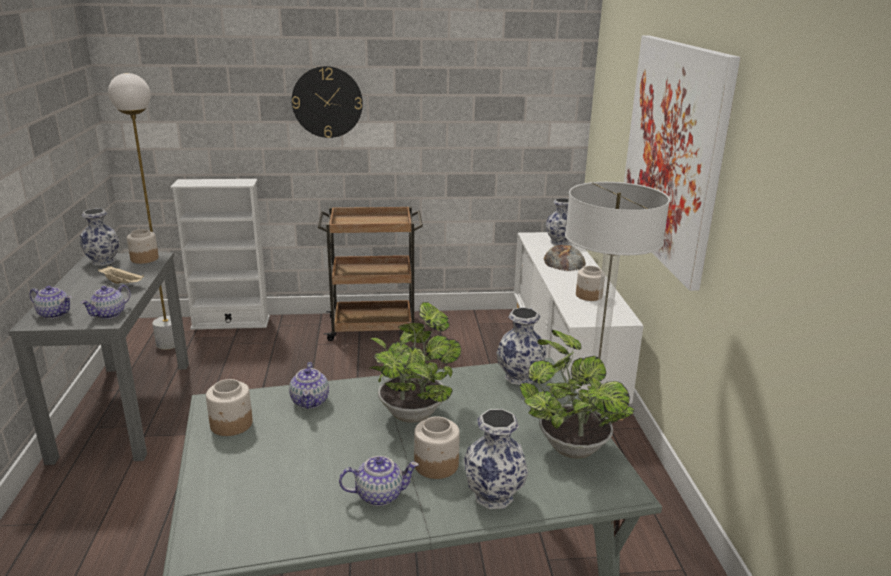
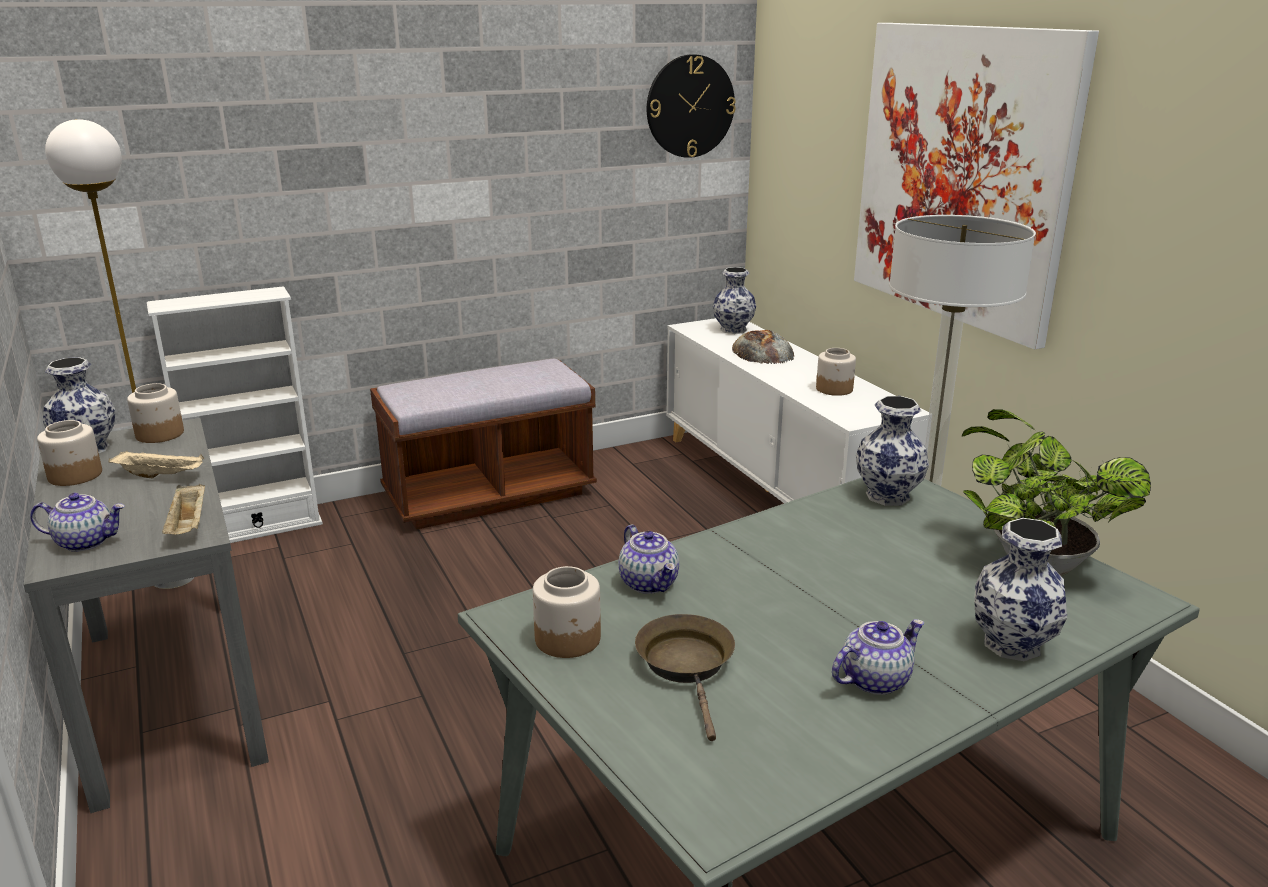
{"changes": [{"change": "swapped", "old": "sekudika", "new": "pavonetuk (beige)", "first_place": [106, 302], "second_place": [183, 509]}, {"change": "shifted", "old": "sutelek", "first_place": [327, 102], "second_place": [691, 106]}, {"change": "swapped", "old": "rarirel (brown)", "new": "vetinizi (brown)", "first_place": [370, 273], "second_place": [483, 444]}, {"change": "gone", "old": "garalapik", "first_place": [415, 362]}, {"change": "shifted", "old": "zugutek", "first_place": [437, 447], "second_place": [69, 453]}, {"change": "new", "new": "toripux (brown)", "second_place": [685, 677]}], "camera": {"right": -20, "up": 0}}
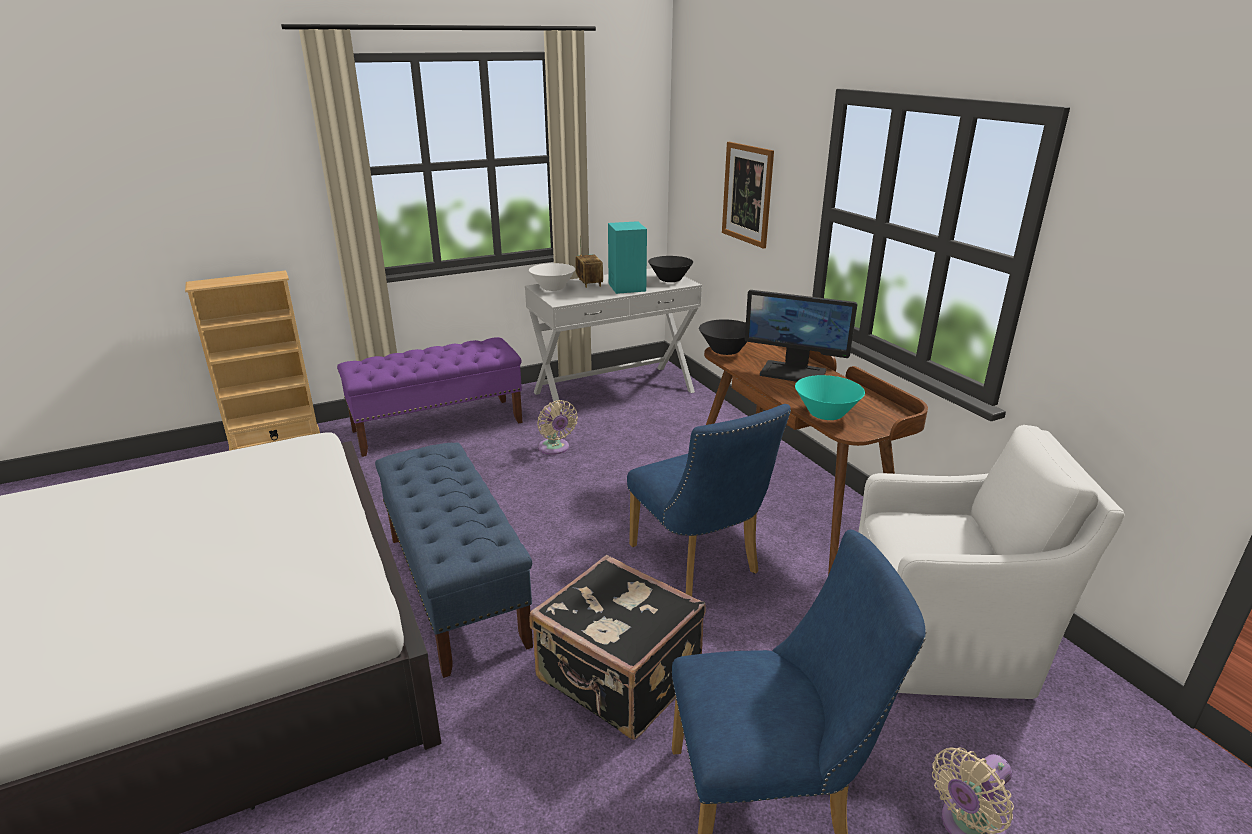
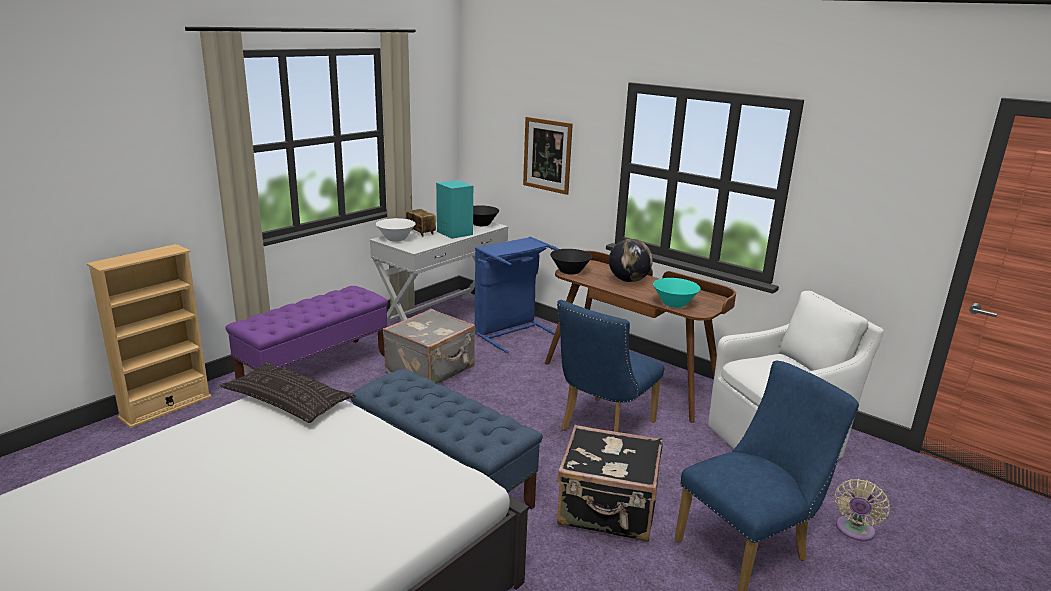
{"changes": [{"change": "swapped", "old": "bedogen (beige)", "new": "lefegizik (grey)", "first_place": [557, 427], "second_place": [429, 346]}, {"change": "rotated", "old": "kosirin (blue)", "first_place": [709, 500], "second_place": [610, 366], "degrees": 90}, {"change": "swapped", "old": "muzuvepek", "new": "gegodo", "first_place": [801, 336], "second_place": [631, 260]}, {"change": "new", "new": "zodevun", "second_place": [287, 392]}, {"change": "new", "new": "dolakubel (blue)", "second_place": [518, 295]}], "camera": {"right": -25, "up": -5}}
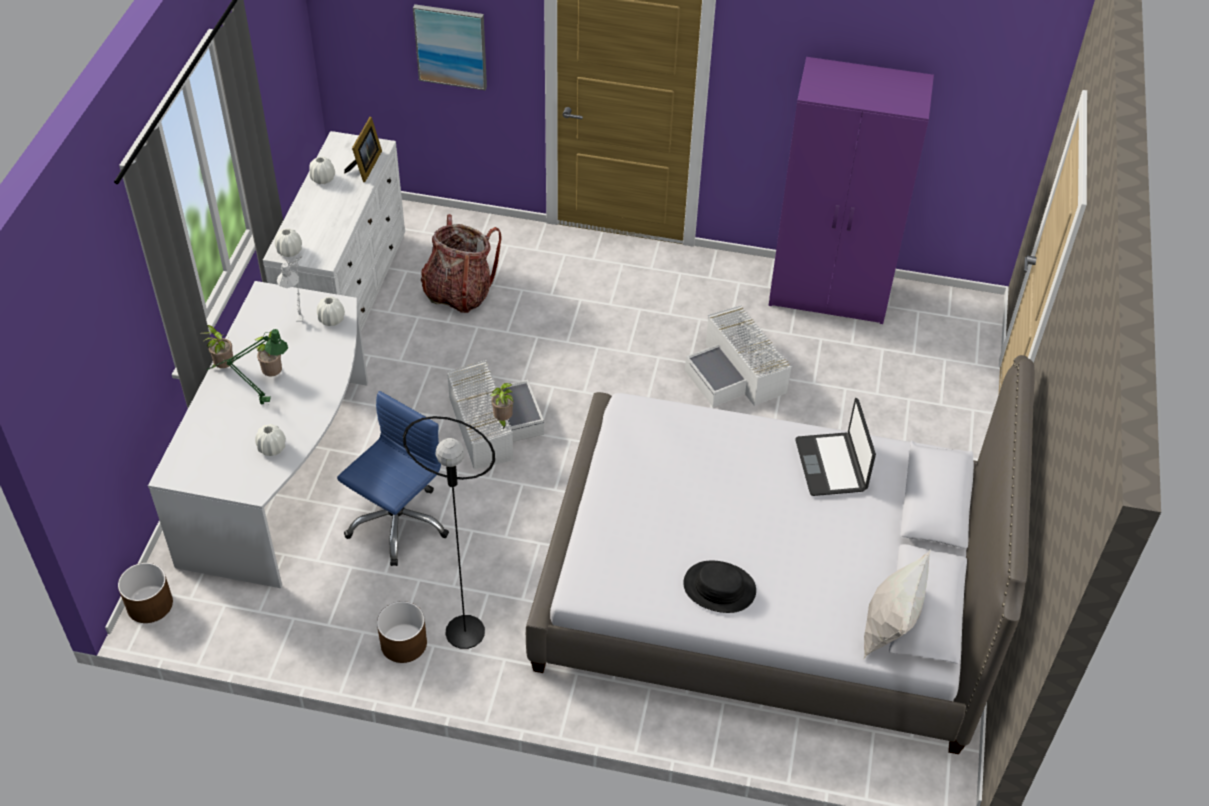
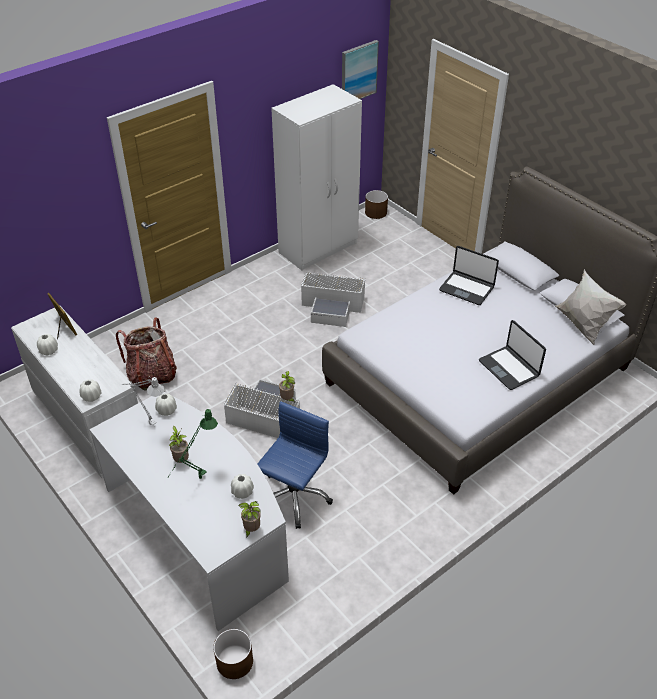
{"changes": [{"change": "shifted", "old": "garalapik", "first_place": [217, 346], "second_place": [249, 519]}, {"change": "rotated", "old": "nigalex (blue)", "first_place": [393, 478], "second_place": [295, 465], "degrees": 45}, {"change": "shifted", "old": "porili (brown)", "first_place": [402, 632], "second_place": [376, 204]}, {"change": "gone", "old": "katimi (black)", "first_place": [449, 532]}, {"change": "shifted", "old": "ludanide", "first_place": [450, 47], "second_place": [360, 69]}, {"change": "swapped", "old": "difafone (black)", "new": "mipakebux", "first_place": [719, 587], "second_place": [512, 355]}, {"change": "repainted", "old": "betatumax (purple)", "new": "betatumax (white)", "first_place": [851, 190], "second_place": [316, 177]}], "camera": {"right": -50, "up": -5}}
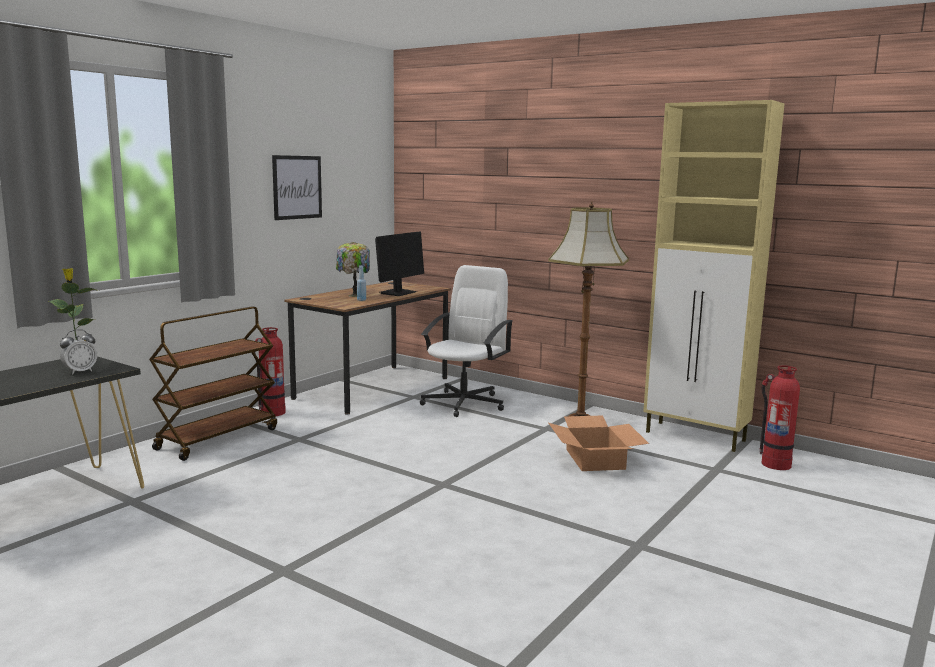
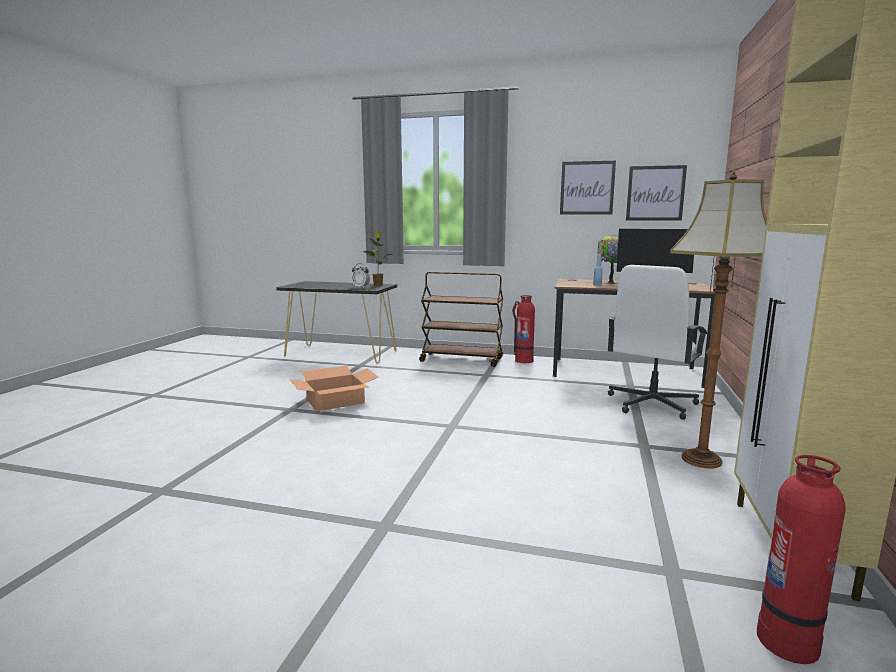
{"changes": [{"change": "rotated", "old": "nigalex (white)", "first_place": [466, 341], "second_place": [658, 342], "degrees": 120}, {"change": "shifted", "old": "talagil", "first_place": [599, 443], "second_place": [333, 388]}, {"change": "new", "new": "ludanide", "second_place": [656, 193]}], "camera": {"right": 70, "up": 0}}
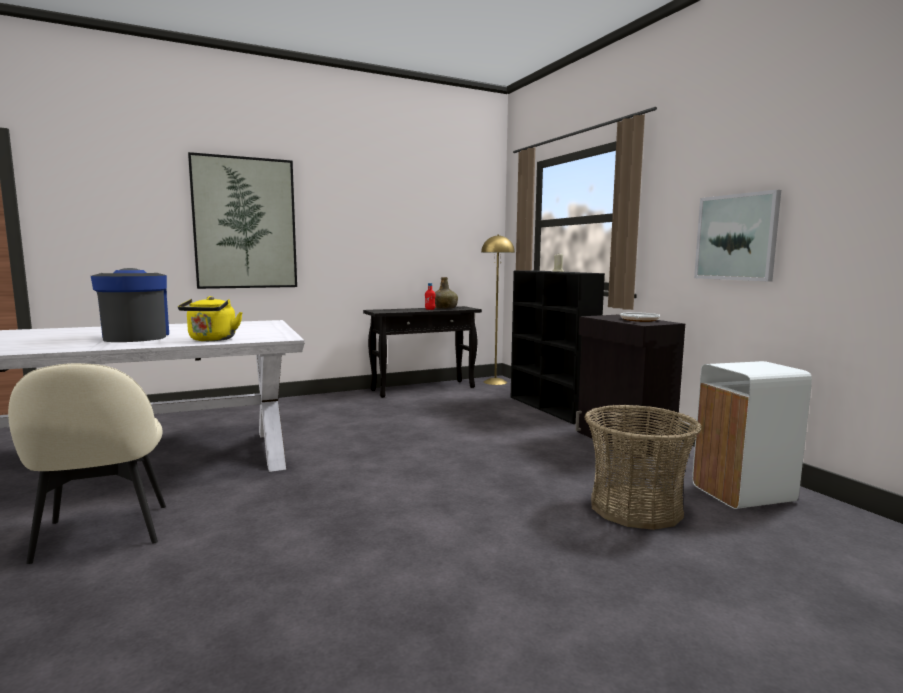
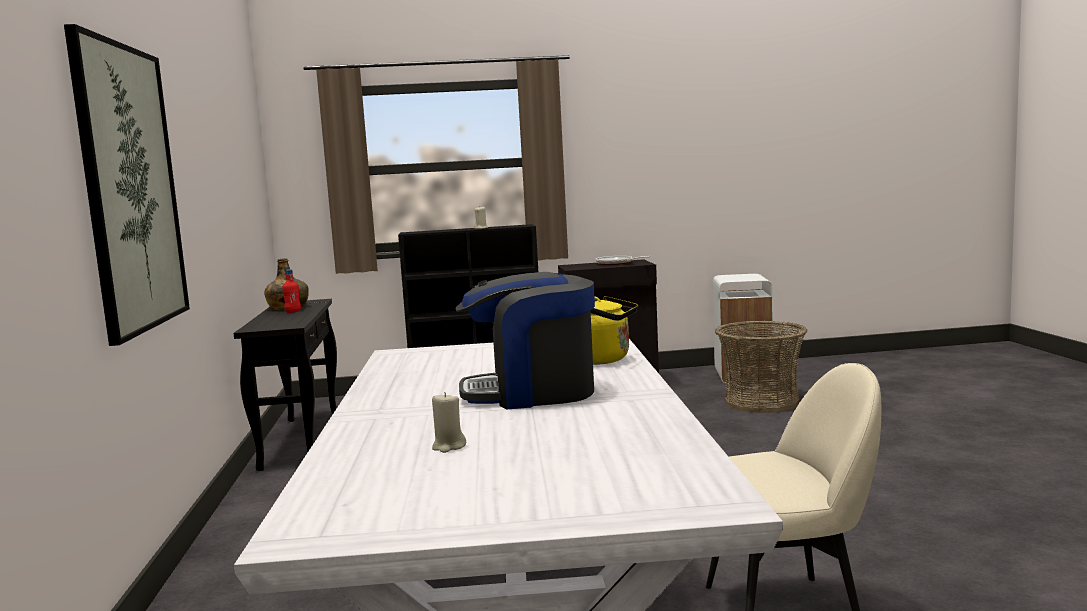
{"changes": [{"change": "gone", "old": "katimi (yellow)", "first_place": [498, 310]}, {"change": "gone", "old": "ludanide", "first_place": [737, 235]}, {"change": "new", "new": "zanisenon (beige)", "second_place": [449, 422]}], "camera": {"right": -70, "up": 0}}
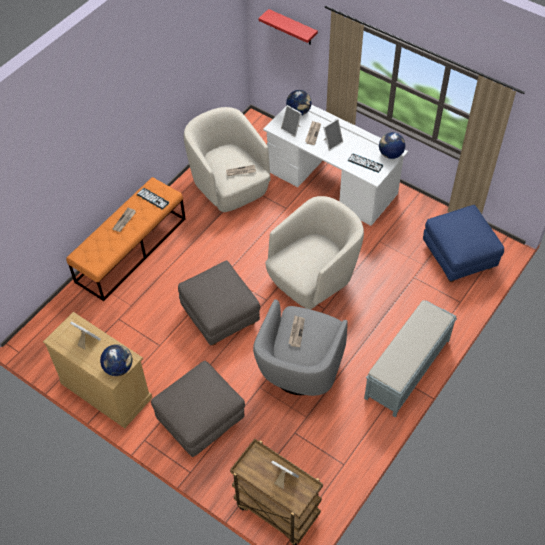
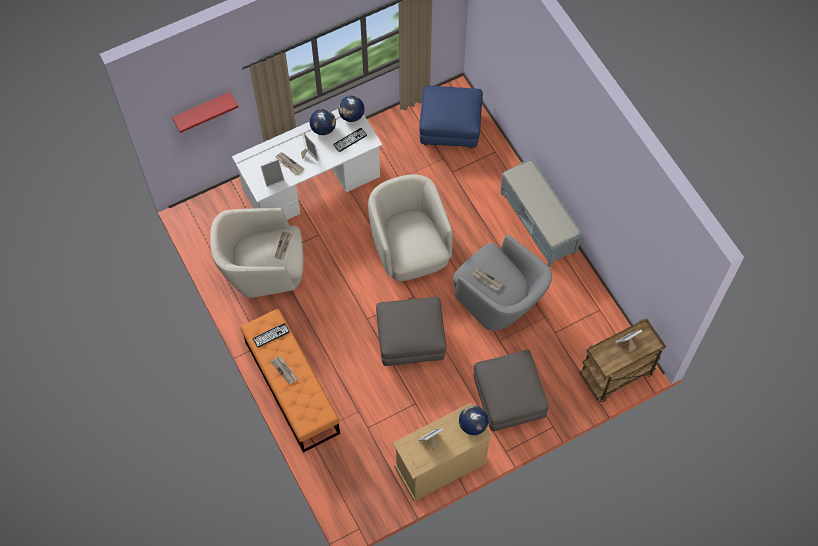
{"changes": [{"change": "shifted", "old": "gegodo", "first_place": [299, 102], "second_place": [323, 122]}], "camera": {"right": -65, "up": 10}}
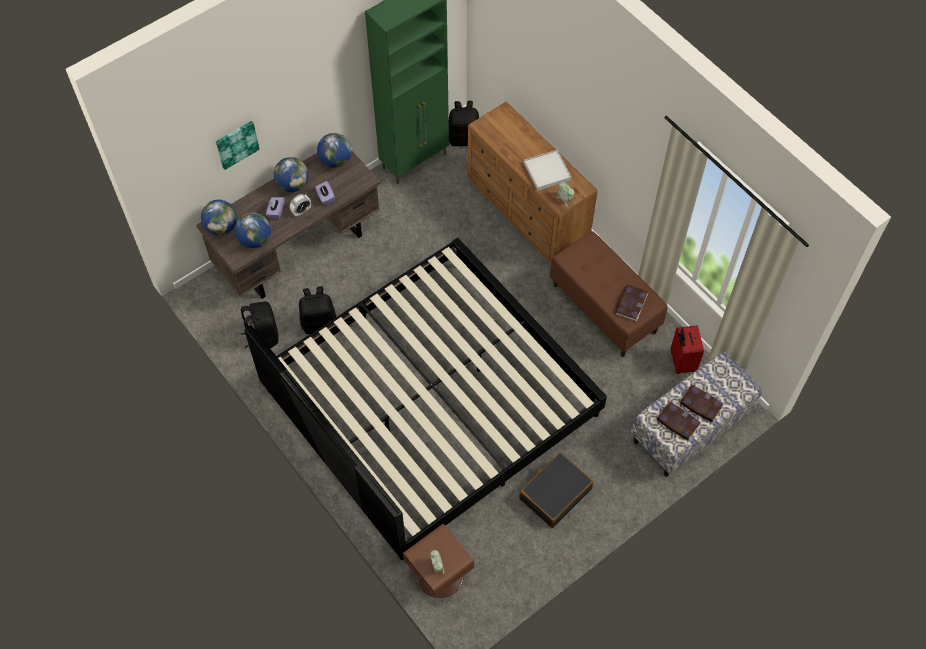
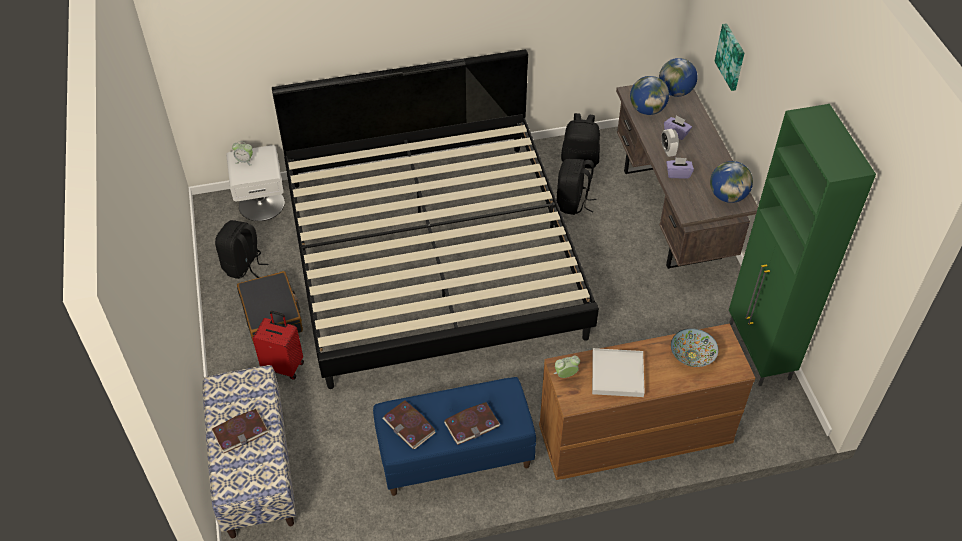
{"changes": [{"change": "gone", "old": "gegodo", "first_place": [291, 174]}, {"change": "repainted", "old": "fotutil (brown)", "new": "fotutil (white)", "first_place": [438, 561], "second_place": [255, 183]}, {"change": "shifted", "old": "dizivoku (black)", "first_place": [464, 123], "second_place": [241, 249]}, {"change": "repainted", "old": "vetinizi (brown)", "new": "vetinizi (blue)", "first_place": [608, 294], "second_place": [454, 436]}, {"change": "shifted", "old": "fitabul", "first_place": [678, 421], "second_place": [472, 423]}, {"change": "shifted", "old": "lefegizik (red)", "first_place": [687, 349], "second_place": [278, 345]}, {"change": "new", "new": "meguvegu", "second_place": [694, 347]}], "camera": {"right": 115, "up": -10}}
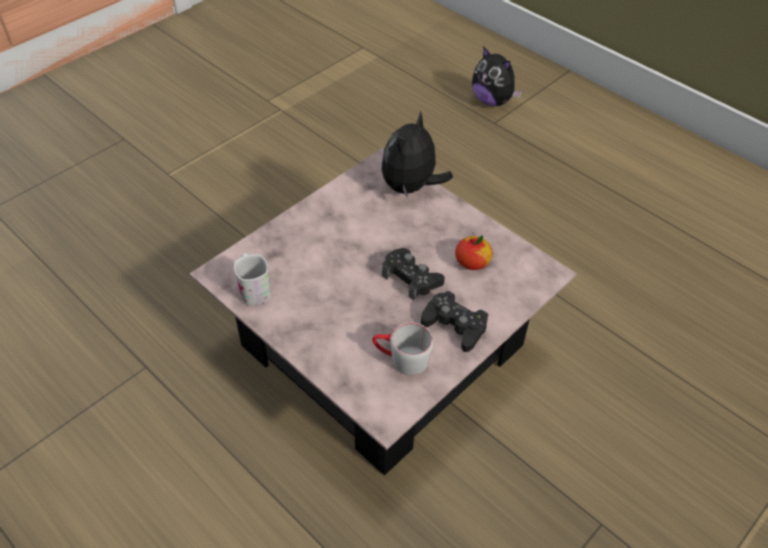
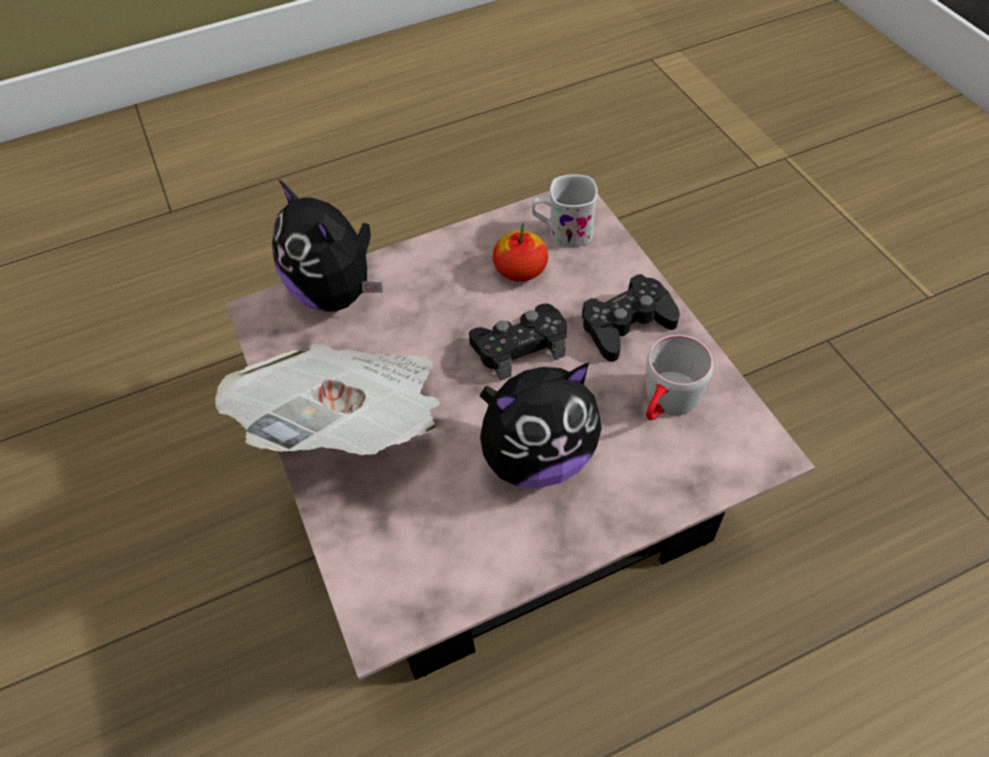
{"changes": [{"change": "shifted", "old": "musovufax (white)", "first_place": [252, 279], "second_place": [565, 210]}, {"change": "shifted", "old": "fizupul", "first_place": [497, 76], "second_place": [541, 425]}, {"change": "new", "new": "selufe", "second_place": [327, 399]}], "camera": {"right": -65, "up": 5}}
